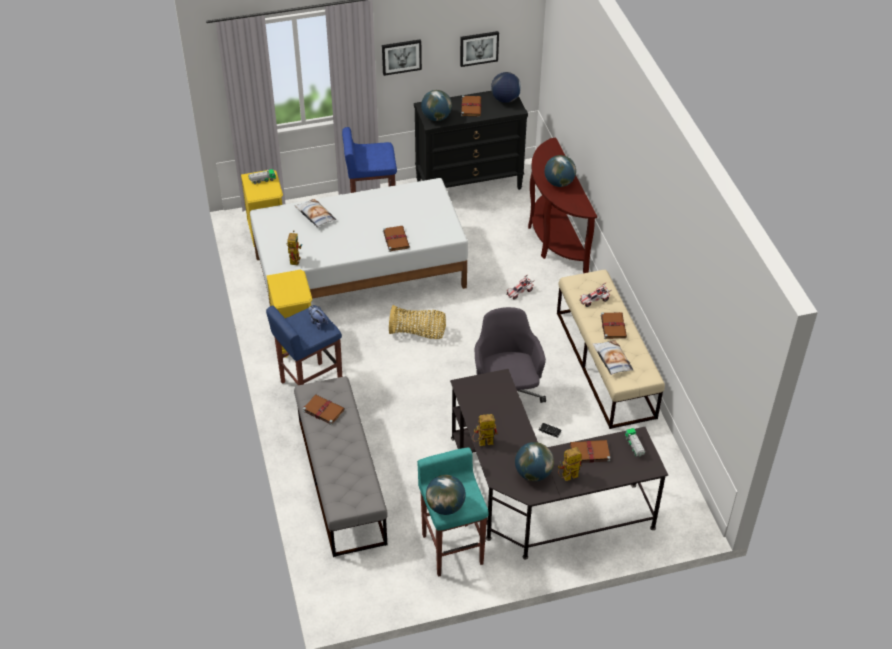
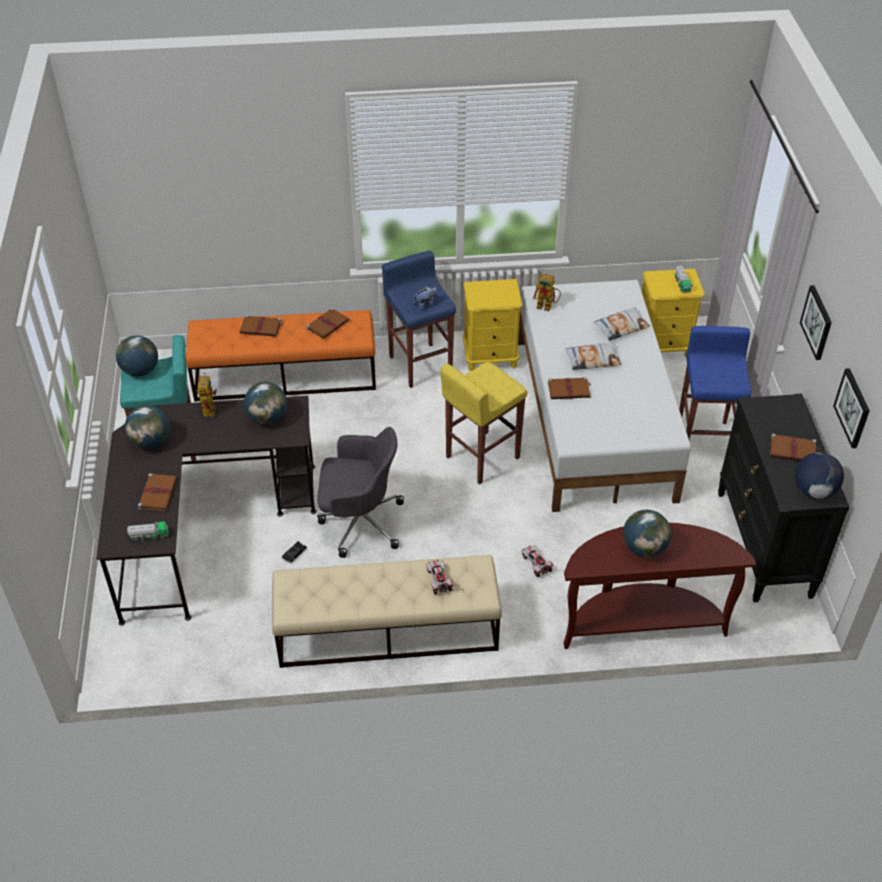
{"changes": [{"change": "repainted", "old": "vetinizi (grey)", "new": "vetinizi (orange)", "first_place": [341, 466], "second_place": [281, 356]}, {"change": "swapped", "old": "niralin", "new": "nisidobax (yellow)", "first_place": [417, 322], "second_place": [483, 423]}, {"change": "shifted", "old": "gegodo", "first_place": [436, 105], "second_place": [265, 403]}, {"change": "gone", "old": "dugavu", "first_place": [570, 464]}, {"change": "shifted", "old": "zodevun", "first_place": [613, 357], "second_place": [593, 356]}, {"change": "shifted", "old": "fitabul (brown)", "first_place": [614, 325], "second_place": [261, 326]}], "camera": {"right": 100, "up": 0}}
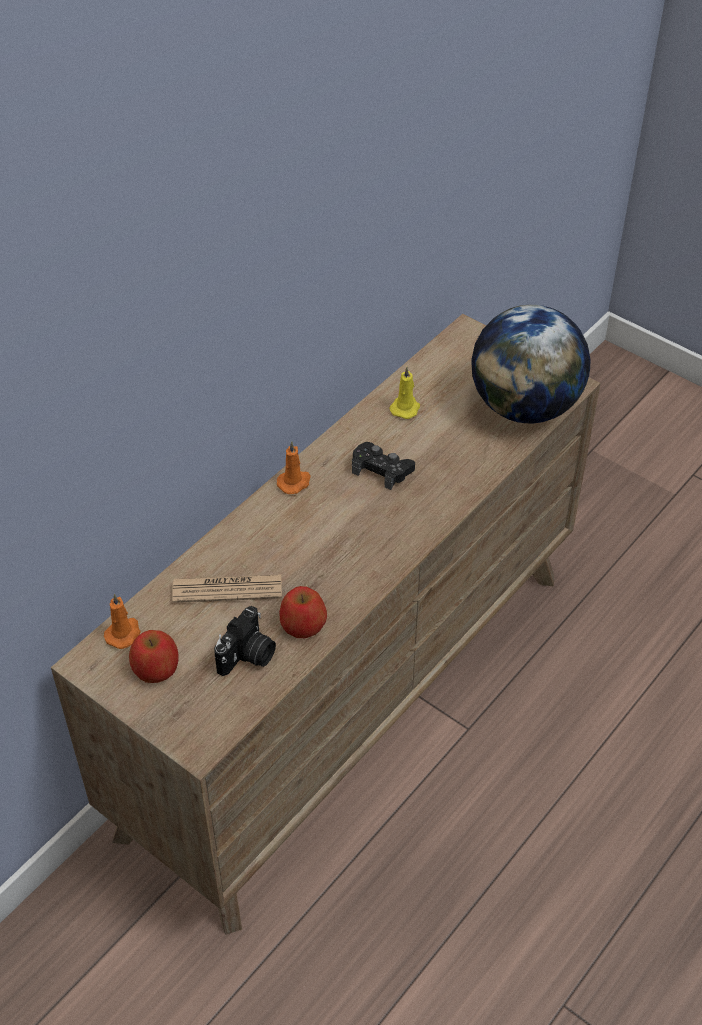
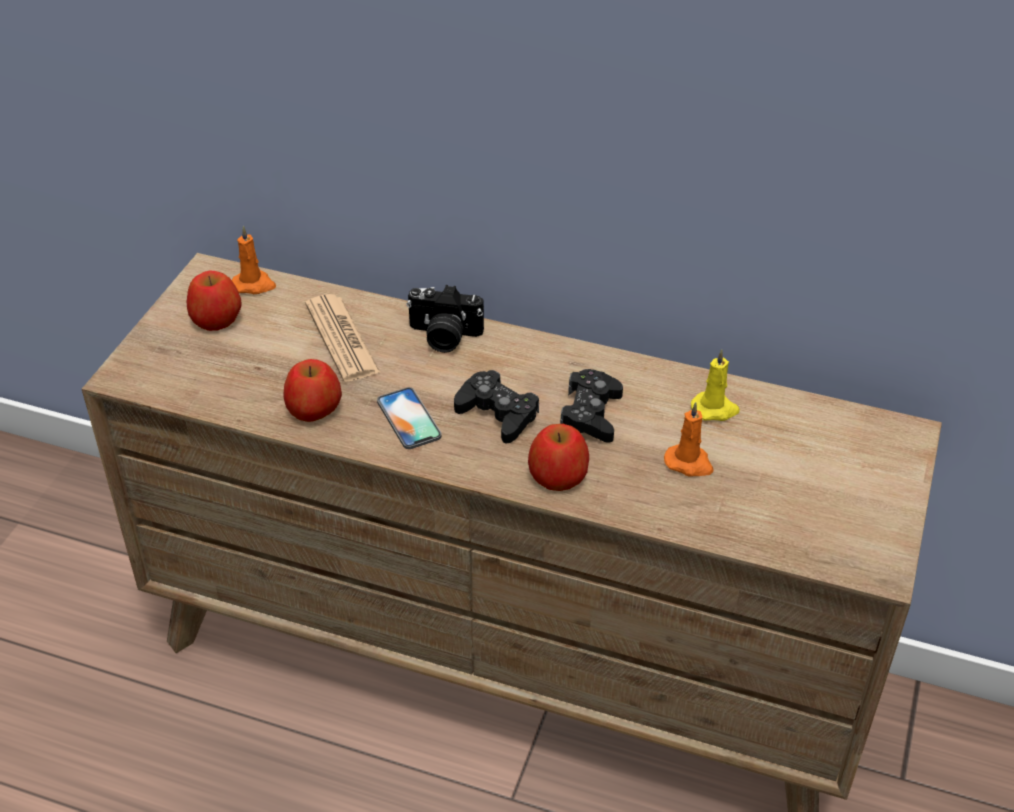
{"changes": [{"change": "shifted", "old": "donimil", "first_place": [245, 641], "second_place": [445, 319]}, {"change": "shifted", "old": "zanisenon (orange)", "first_place": [294, 467], "second_place": [689, 439]}, {"change": "gone", "old": "gegodo", "first_place": [531, 364]}, {"change": "new", "new": "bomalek", "second_place": [409, 418]}, {"change": "new", "new": "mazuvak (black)", "second_place": [496, 406]}, {"change": "new", "new": "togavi", "second_place": [558, 457]}], "camera": {"right": 70, "up": -5}}
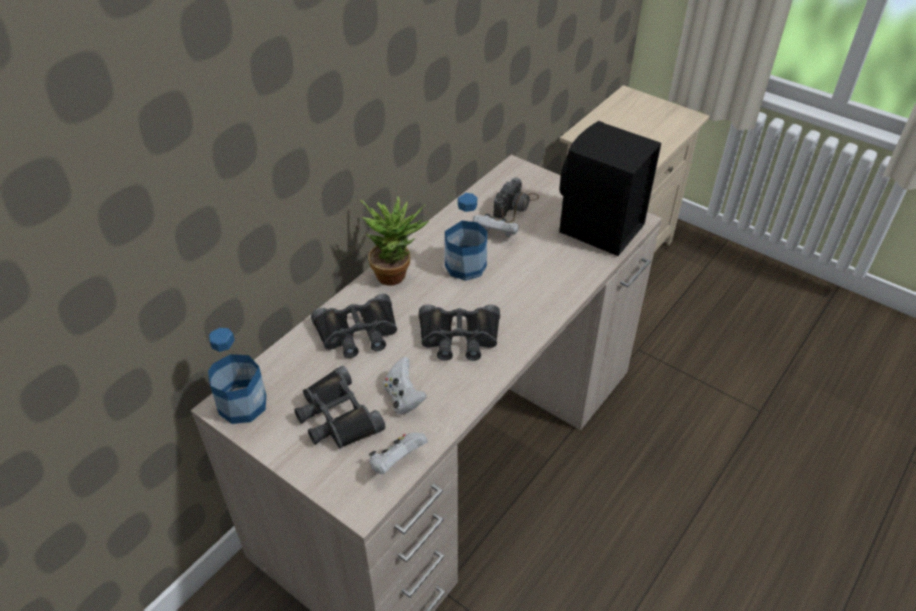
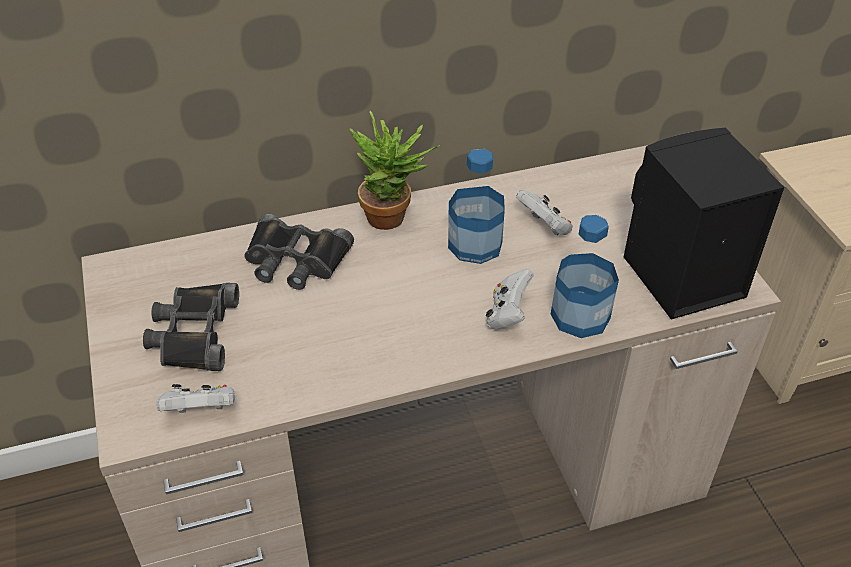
{"changes": [{"change": "shifted", "old": "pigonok", "first_place": [237, 376], "second_place": [585, 276]}, {"change": "shifted", "old": "mazuvak (white)", "first_place": [405, 386], "second_place": [510, 299]}, {"change": "gone", "old": "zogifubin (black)", "first_place": [459, 332]}, {"change": "gone", "old": "donimil", "first_place": [516, 200]}], "camera": {"right": 35, "up": 0}}
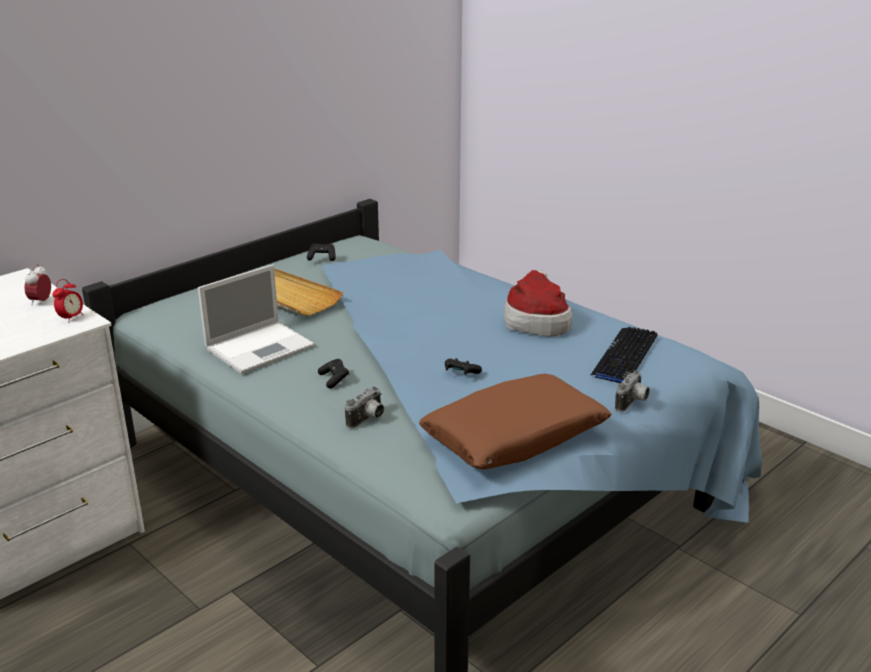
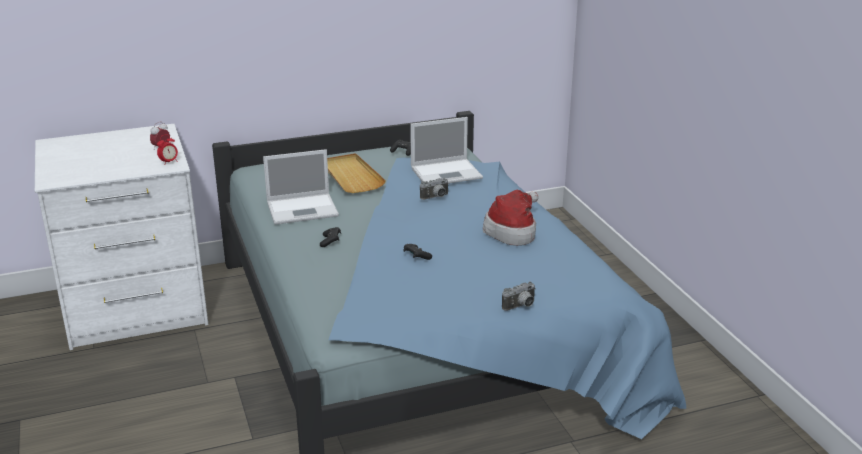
{"changes": [{"change": "shifted", "old": "donimil", "first_place": [364, 407], "second_place": [434, 189]}, {"change": "gone", "old": "zodevun (brown)", "first_place": [515, 421]}, {"change": "gone", "old": "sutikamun", "first_place": [624, 355]}, {"change": "new", "new": "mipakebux", "second_place": [446, 150]}], "camera": {"right": 25, "up": 0}}
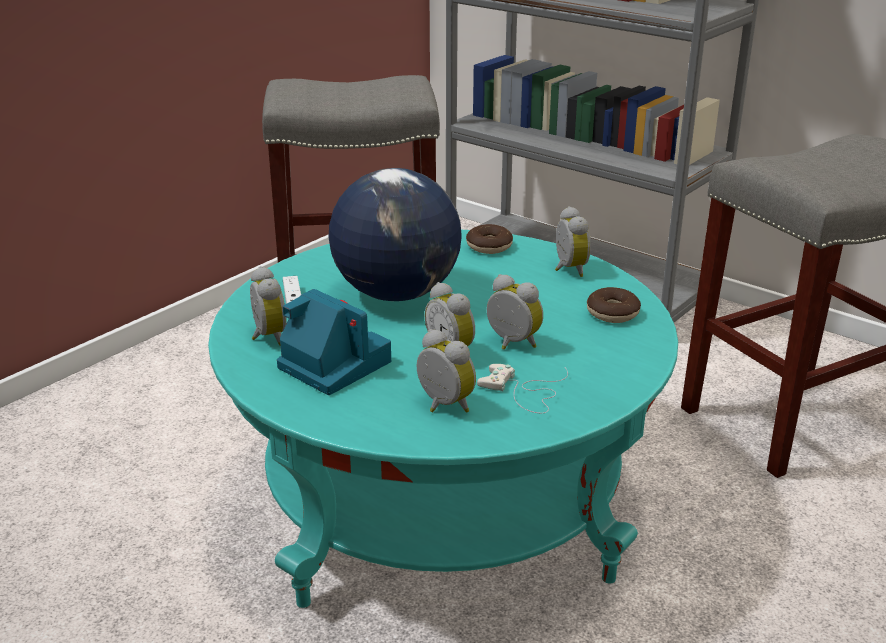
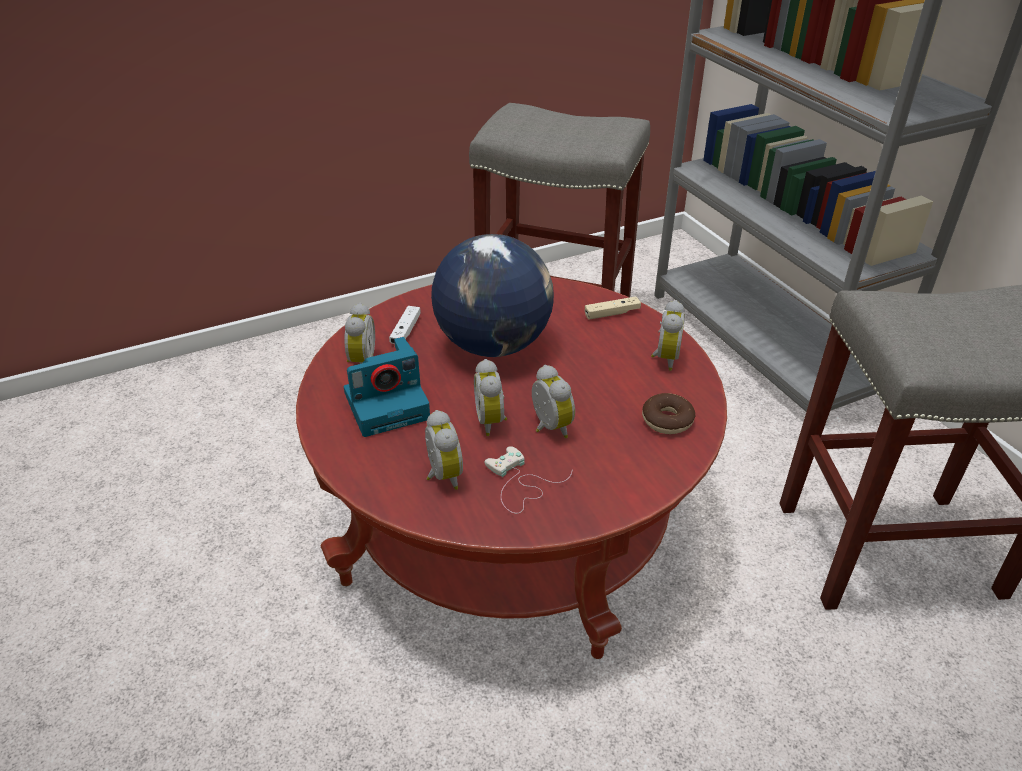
{"changes": [{"change": "repainted", "old": "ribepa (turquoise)", "new": "ribepa (red)", "first_place": [443, 419], "second_place": [511, 468]}, {"change": "rotated", "old": "donimil", "first_place": [334, 342], "second_place": [387, 387], "degrees": 90}, {"change": "swapped", "old": "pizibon", "new": "mazuvak (beige)", "first_place": [489, 239], "second_place": [613, 308]}], "camera": {"right": 25, "up": 10}}
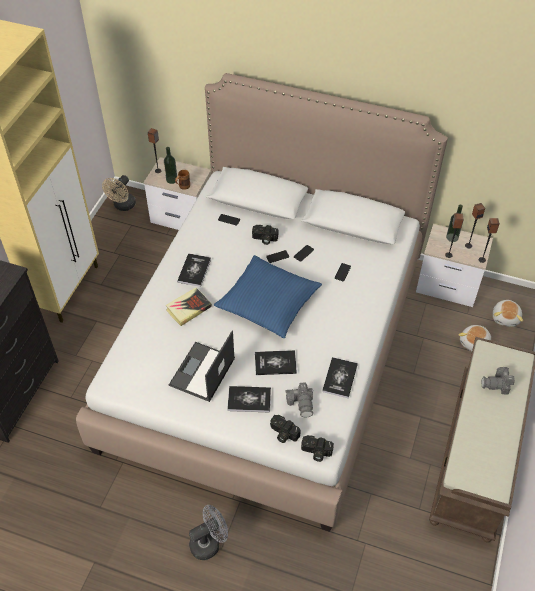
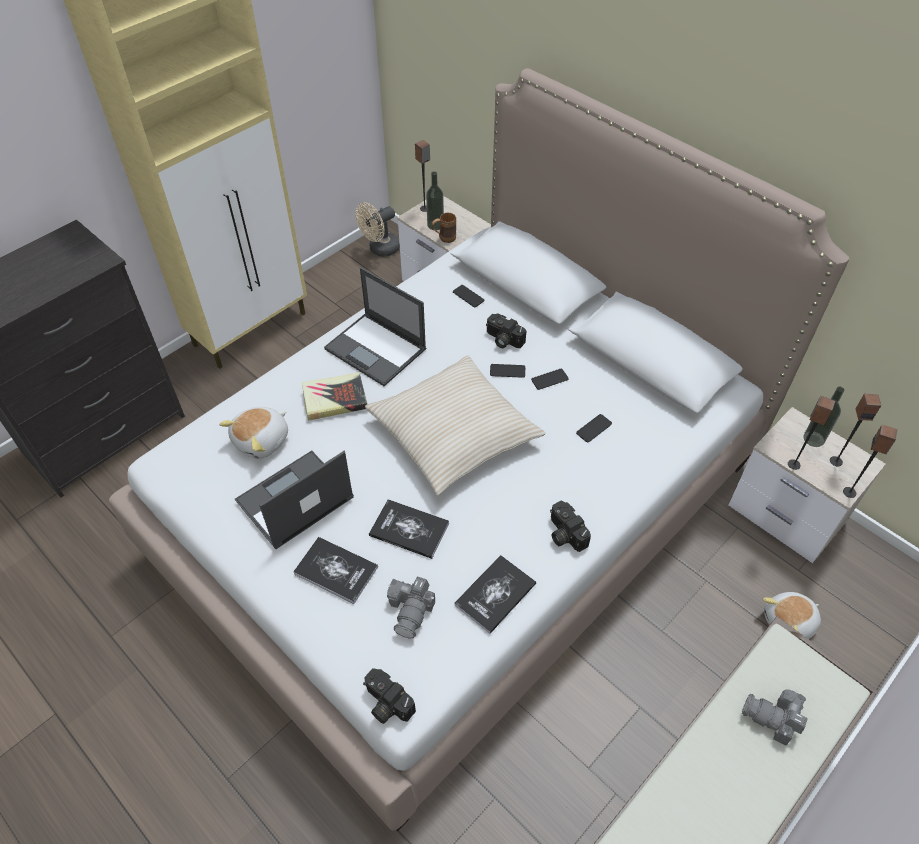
{"changes": [{"change": "swapped", "old": "fitabul", "new": "mipakebux", "first_place": [194, 270], "second_place": [375, 326]}, {"change": "gone", "old": "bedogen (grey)", "first_place": [208, 532]}, {"change": "repainted", "old": "zodevun (blue)", "new": "zodevun (beige)", "first_place": [268, 296], "second_place": [455, 425]}, {"change": "shifted", "old": "donimil", "first_place": [285, 429], "second_place": [570, 526]}, {"change": "shifted", "old": "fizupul", "first_place": [508, 313], "second_place": [253, 433]}], "camera": {"right": 25, "up": 0}}
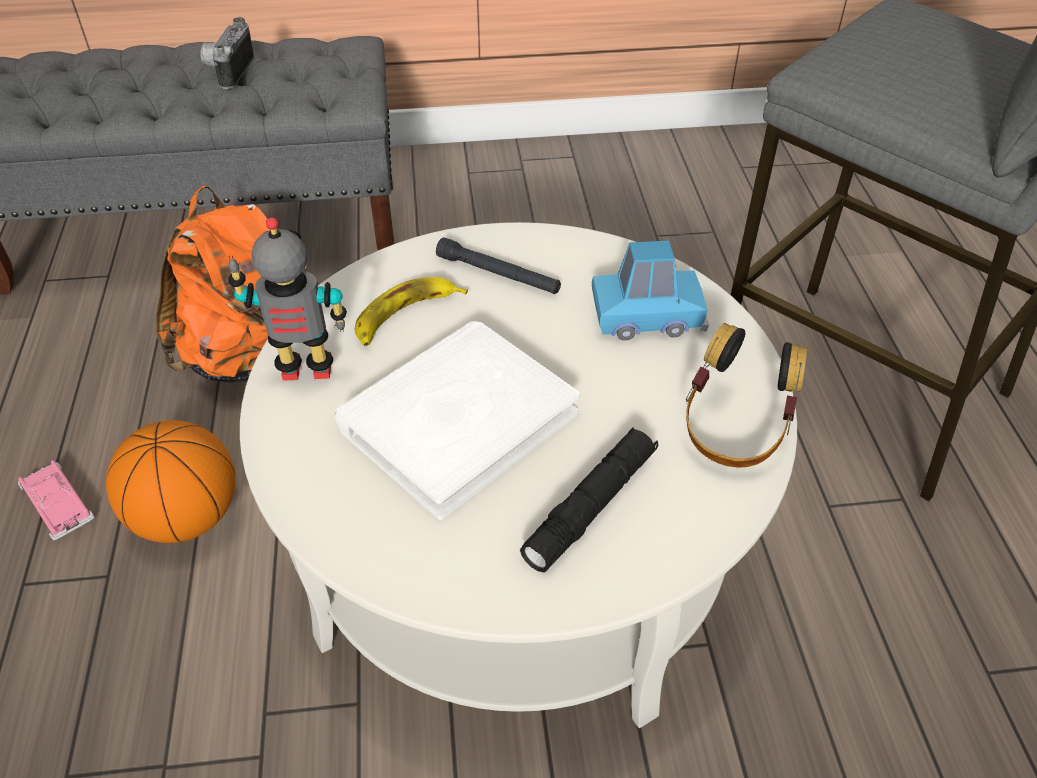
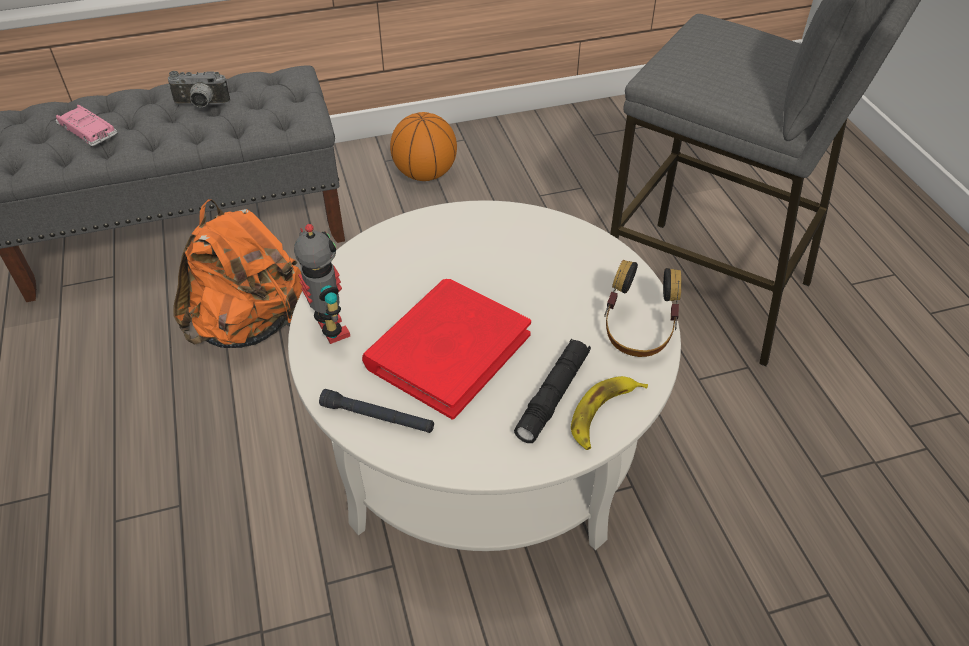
{"changes": [{"change": "shifted", "old": "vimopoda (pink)", "first_place": [56, 500], "second_place": [86, 125]}, {"change": "shifted", "old": "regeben", "first_place": [171, 481], "second_place": [423, 146]}, {"change": "rotated", "old": "donimil", "first_place": [227, 53], "second_place": [199, 89], "degrees": -90}, {"change": "rotated", "old": "dugavu", "first_place": [287, 299], "second_place": [322, 284], "degrees": 75}, {"change": "repainted", "old": "fitabul (white)", "new": "fitabul (red)", "first_place": [457, 420], "second_place": [446, 349]}, {"change": "shifted", "old": "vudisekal", "first_place": [411, 311], "second_place": [609, 413]}, {"change": "shifted", "old": "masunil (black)", "first_place": [498, 265], "second_place": [376, 411]}, {"change": "gone", "old": "vimopoda (blue)", "first_place": [650, 290]}], "camera": {"right": -10, "up": 0}}
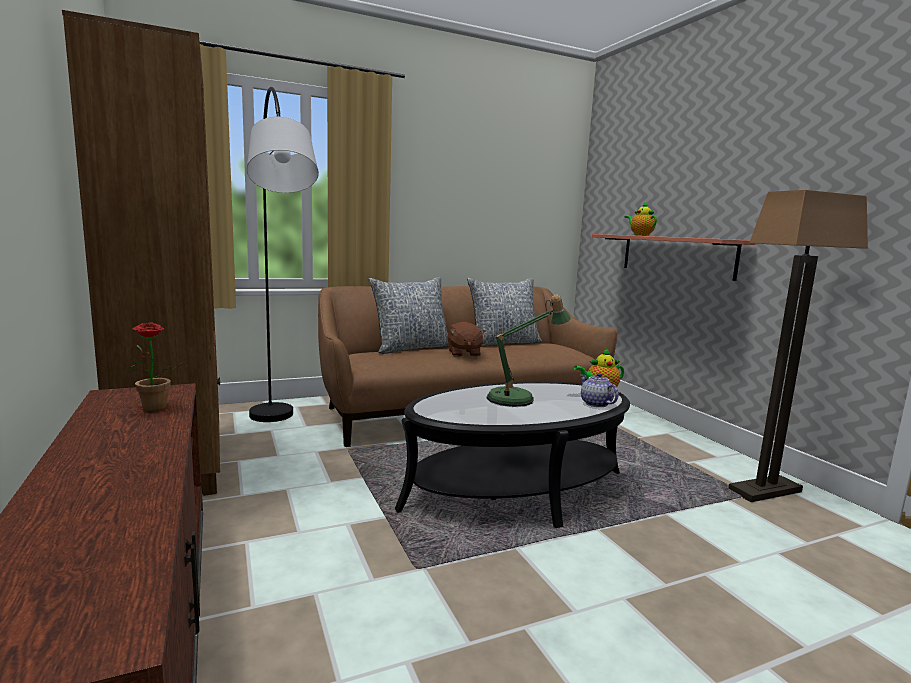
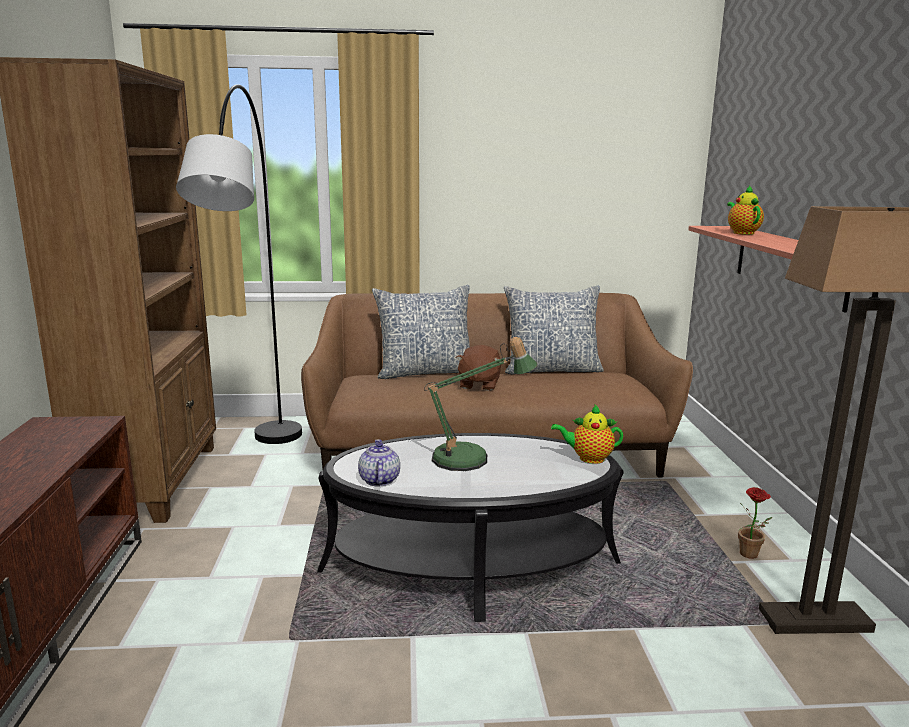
{"changes": [{"change": "shifted", "old": "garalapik", "first_place": [157, 367], "second_place": [755, 523]}, {"change": "shifted", "old": "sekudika", "first_place": [599, 390], "second_place": [379, 462]}], "camera": {"right": 20, "up": 5}}
